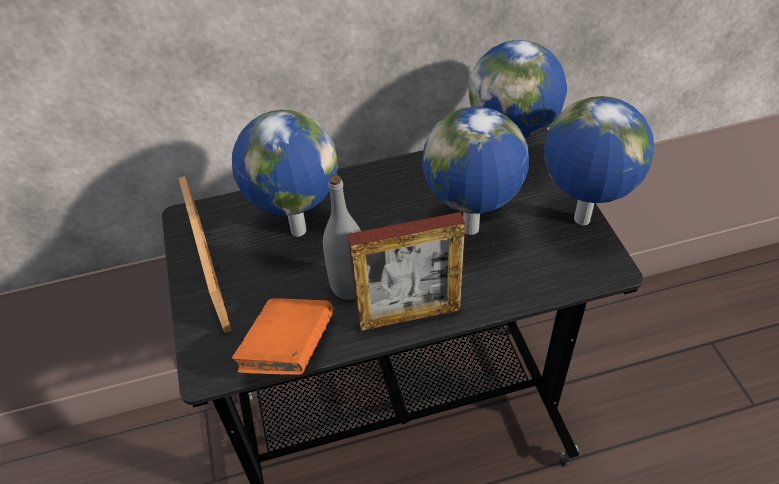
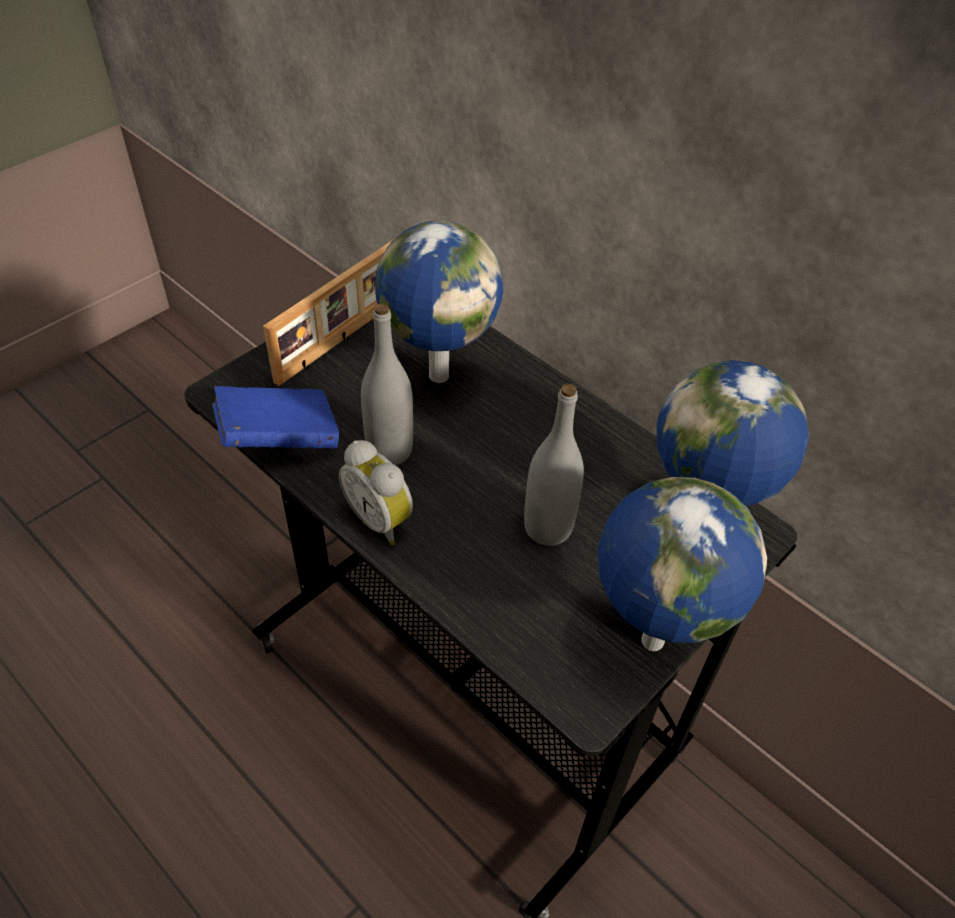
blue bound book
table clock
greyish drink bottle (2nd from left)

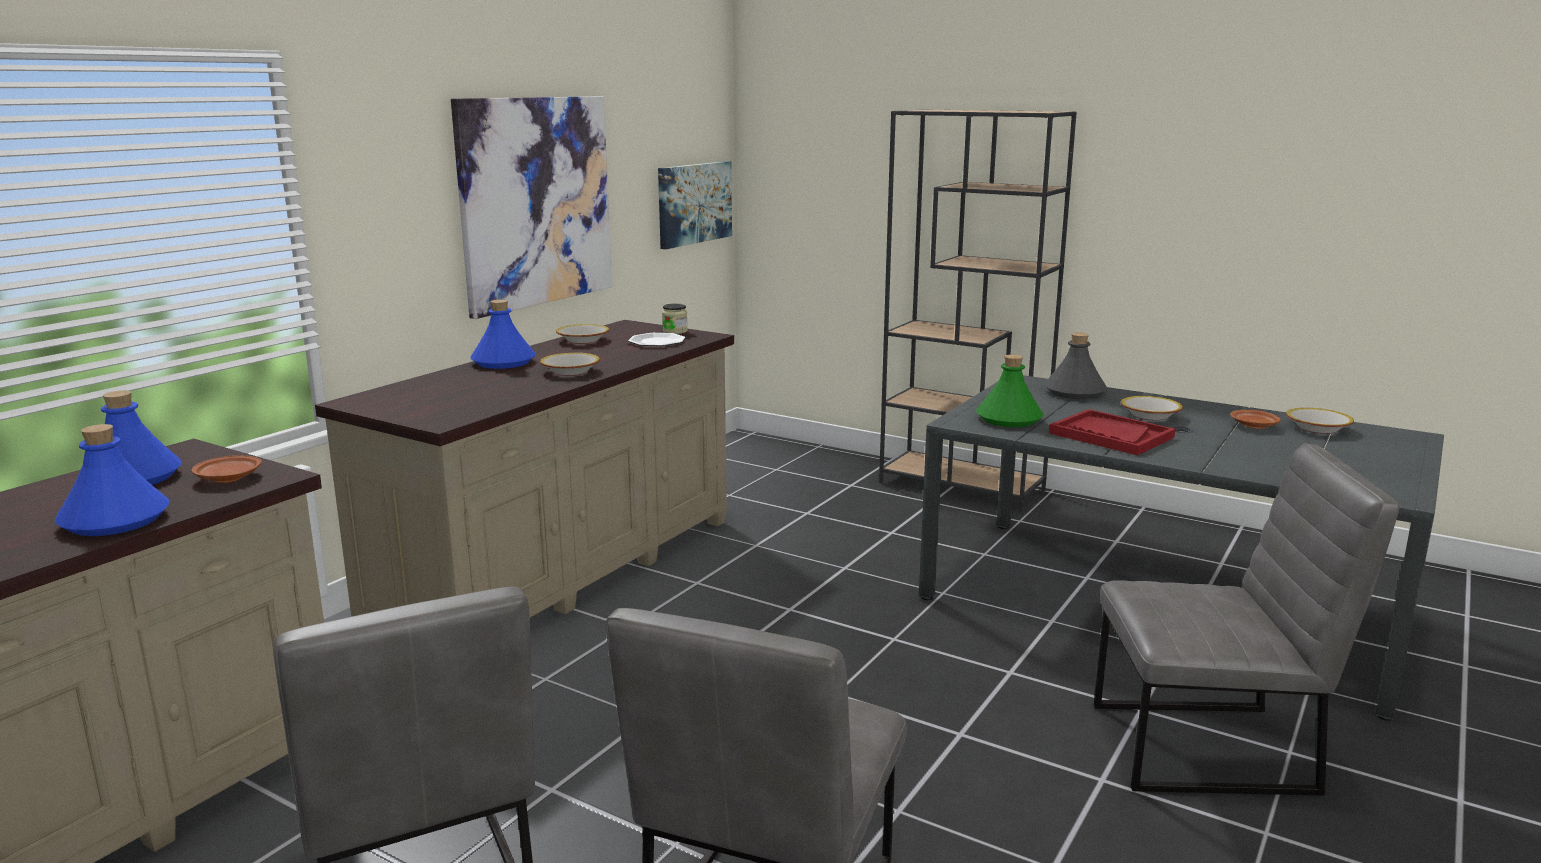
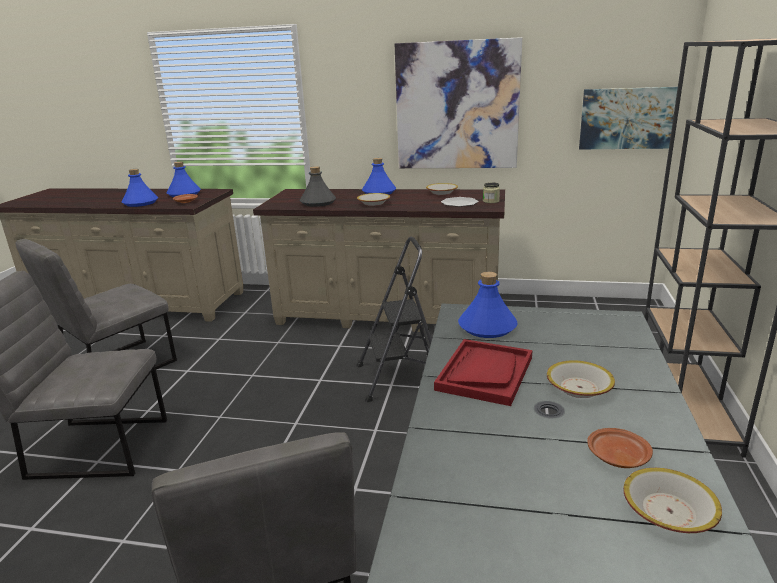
greyish drink bottle
blackish step stool
blue drink bottle (4th from left)

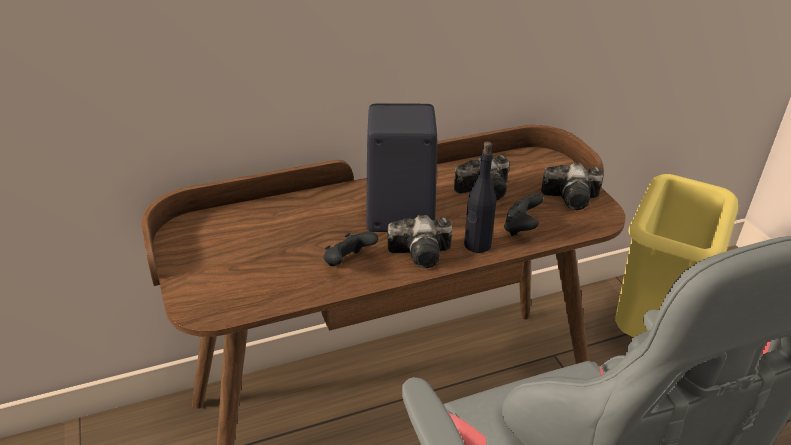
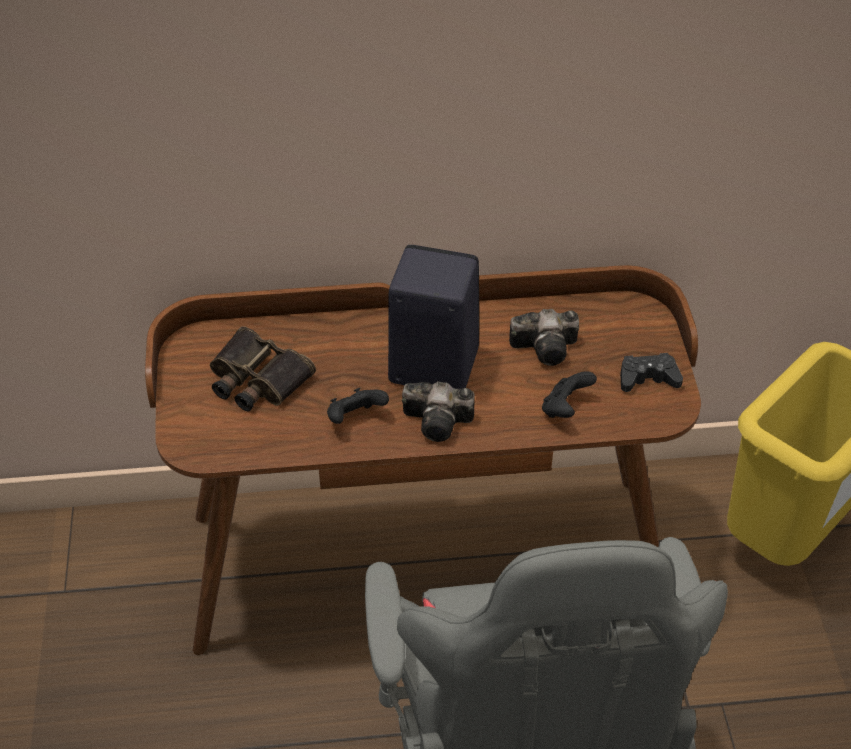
binoculars
blackish gamepad (3rd from left)
blackish drink bottle

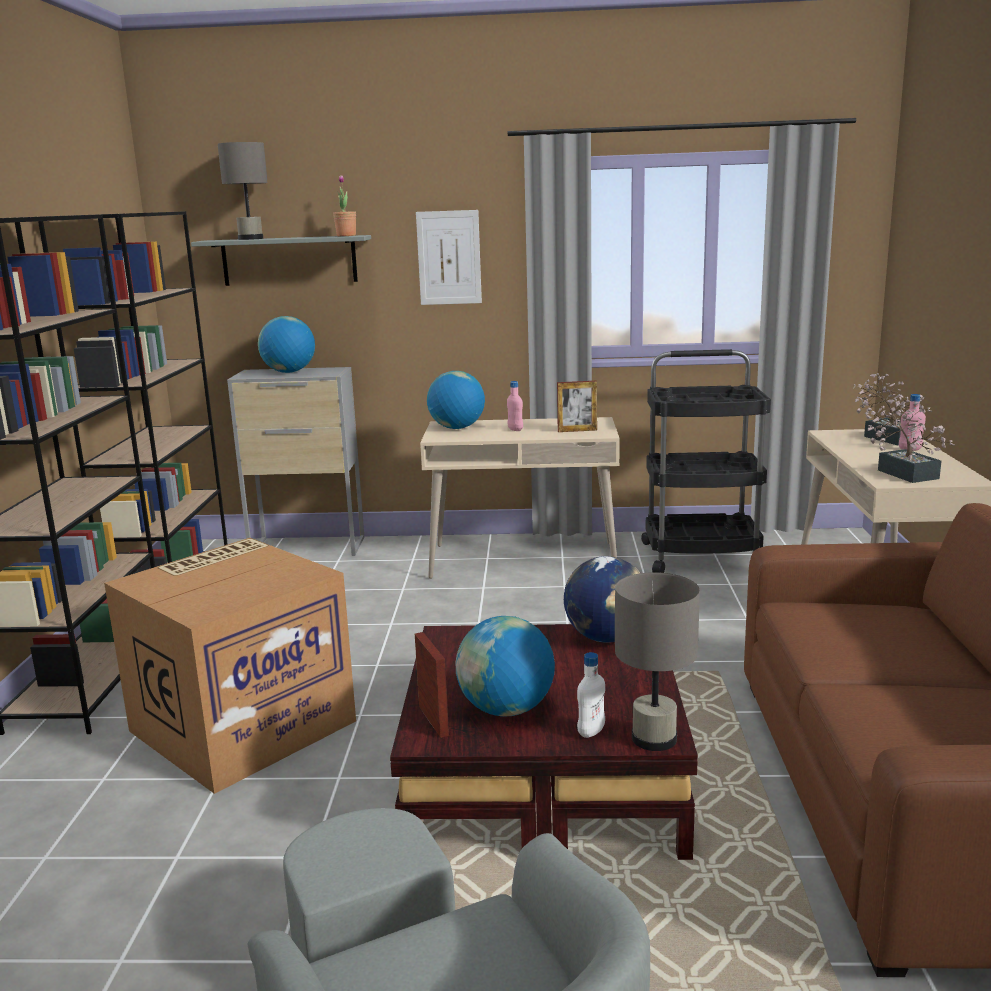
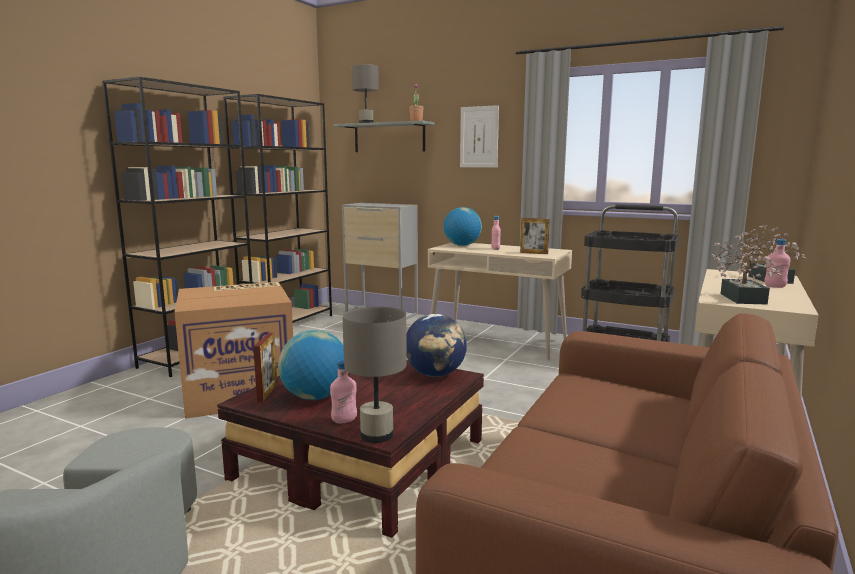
pinkish drink bottle (1st from left)
world globe (1st from left in the first image)

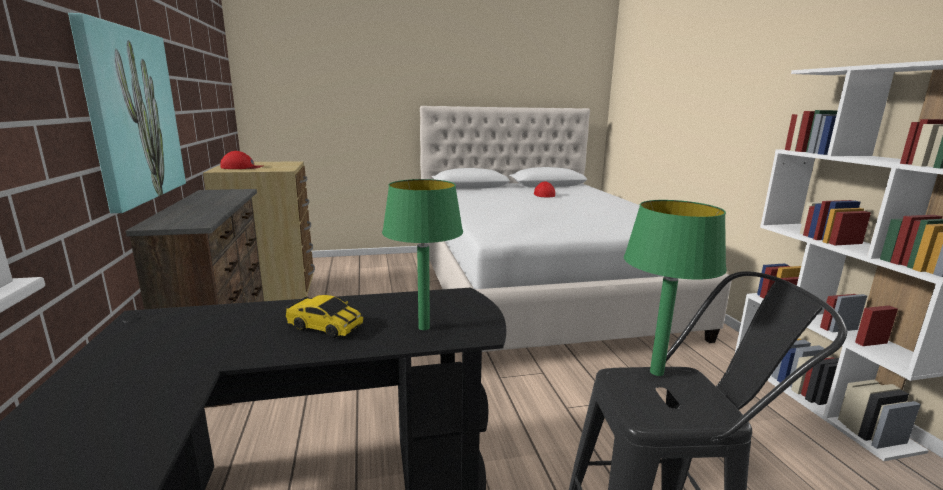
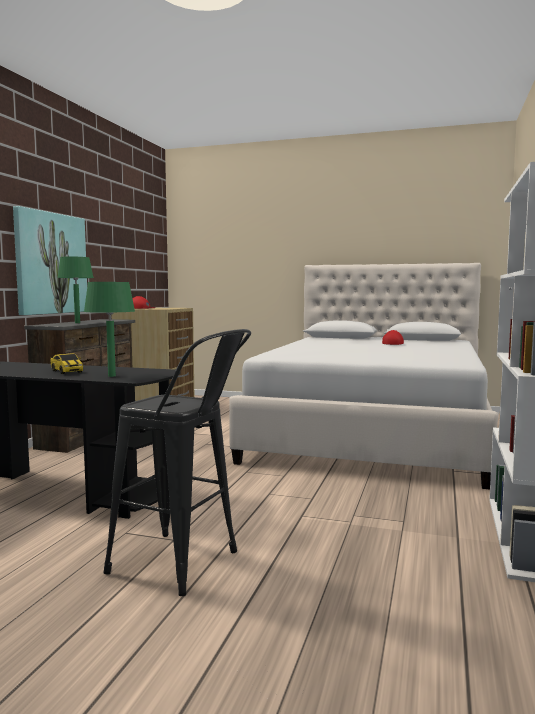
greenish lamp for a table (1st from left)

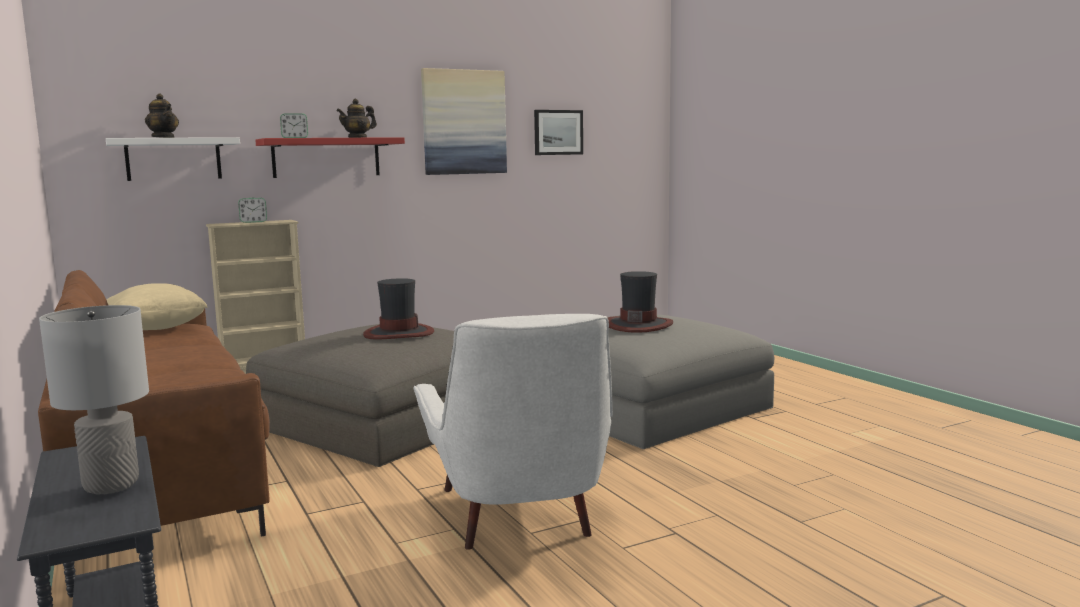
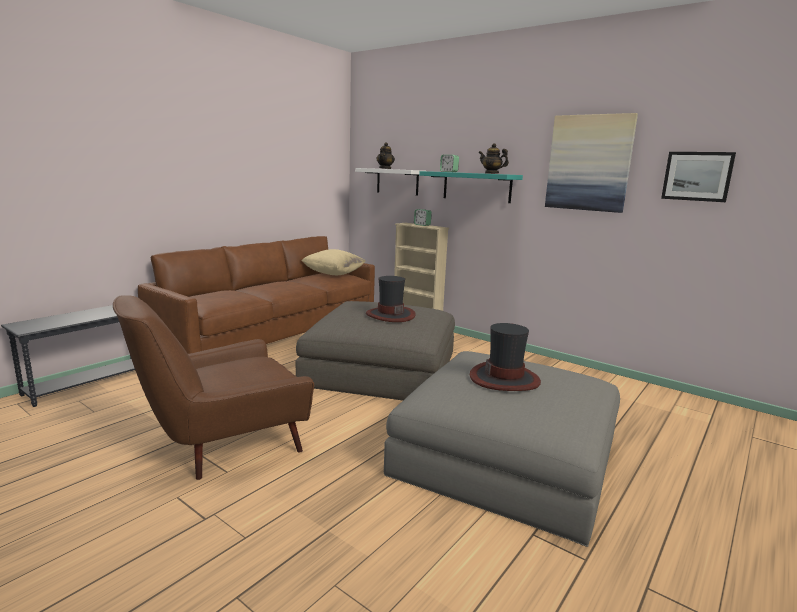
brown armchair
blue-green shelf
greyish lamp for a table

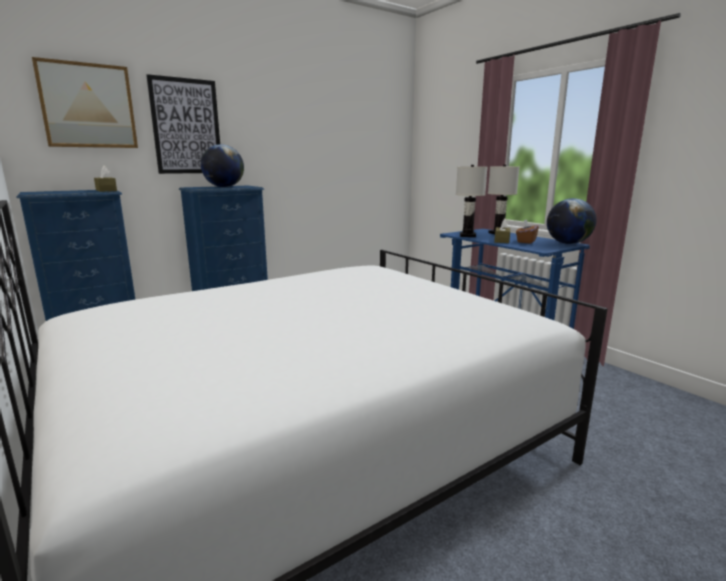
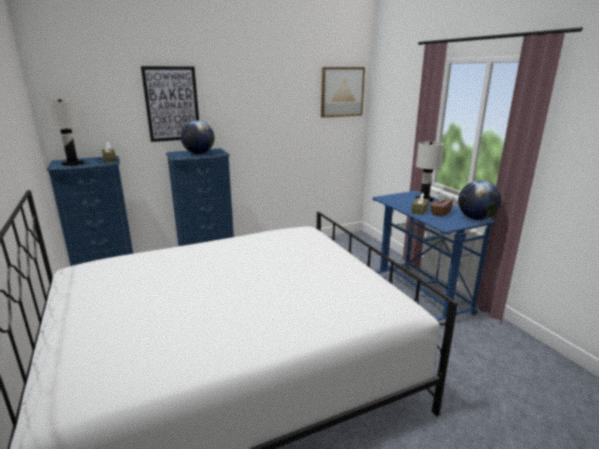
white lamp for a table (1st from left)
picture (2nd from left)

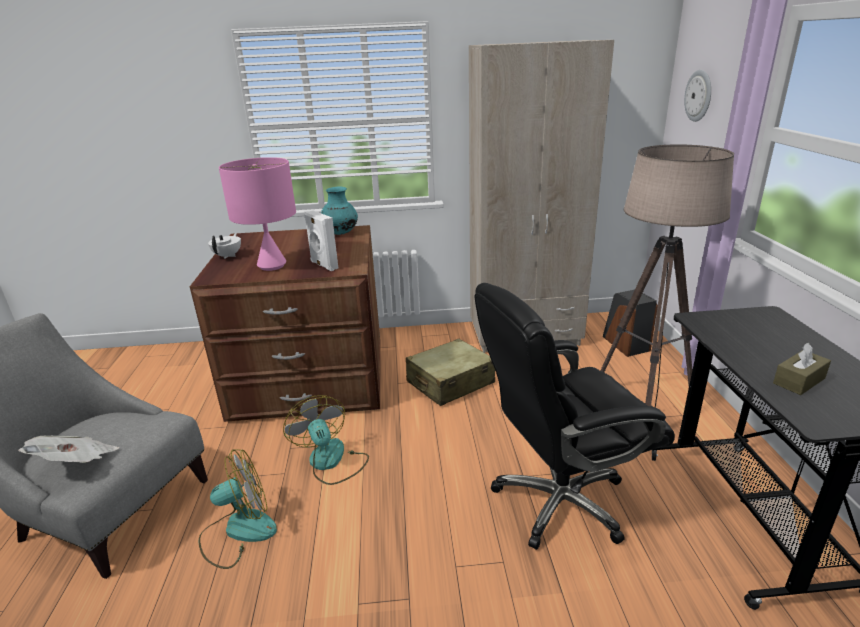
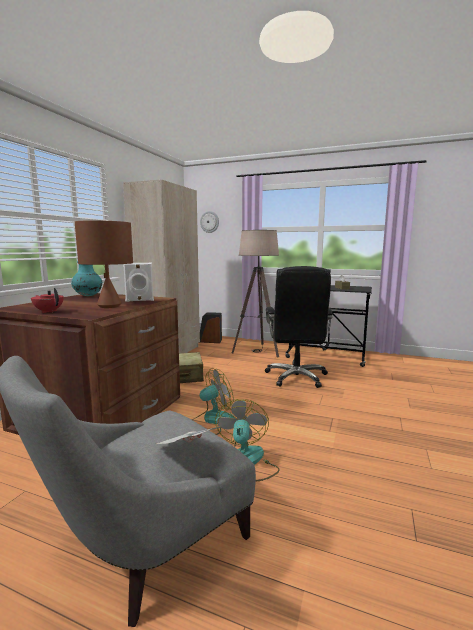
red tea pot
brown lamp for a table
cooling fan (1st from left)

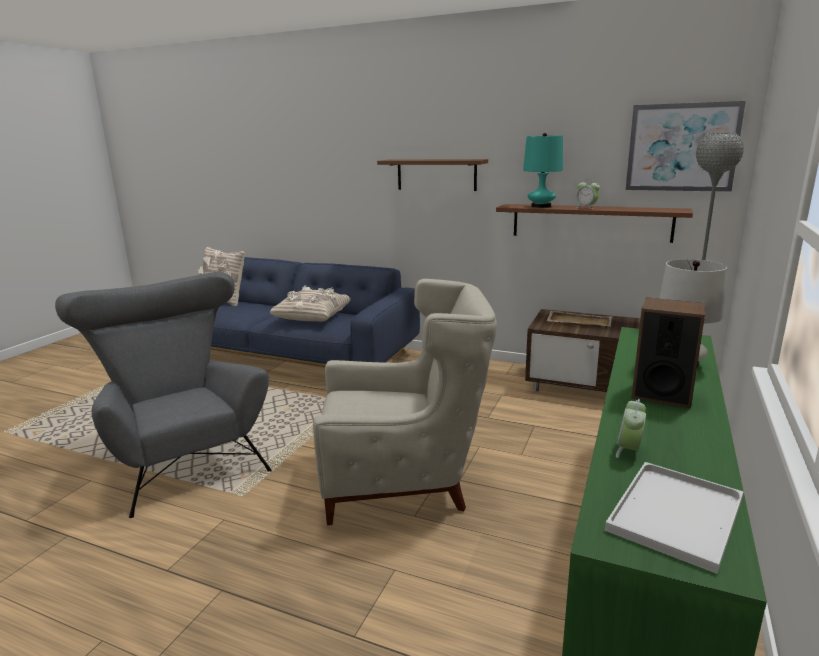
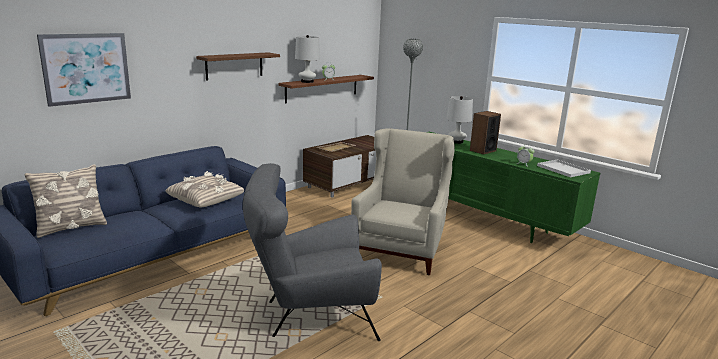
picture
white lamp for a table (1st from left)

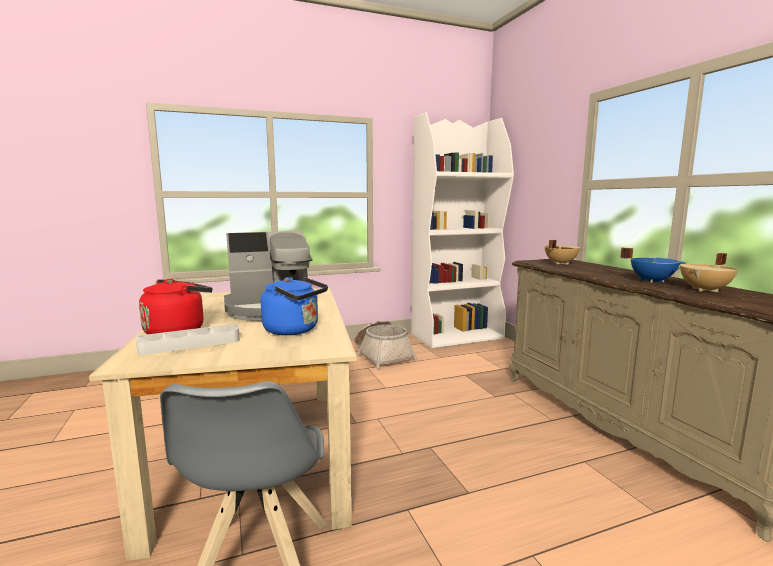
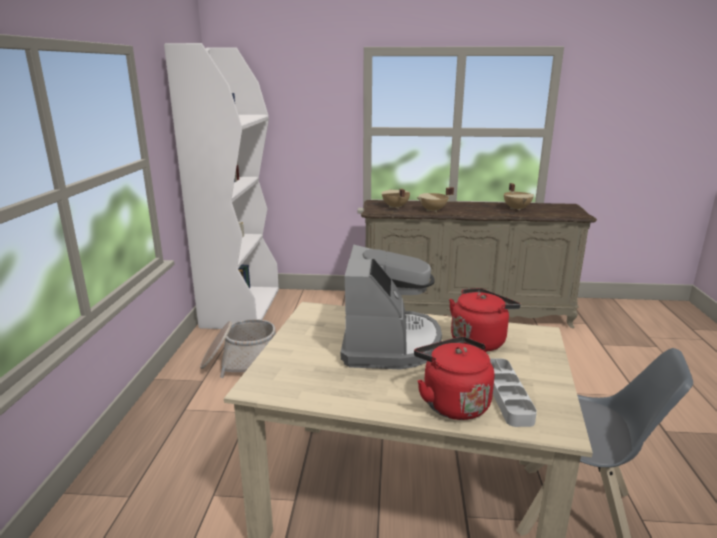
beige saucepot (2nd from left)
red water kettle (2nd from left)
blue saucepot

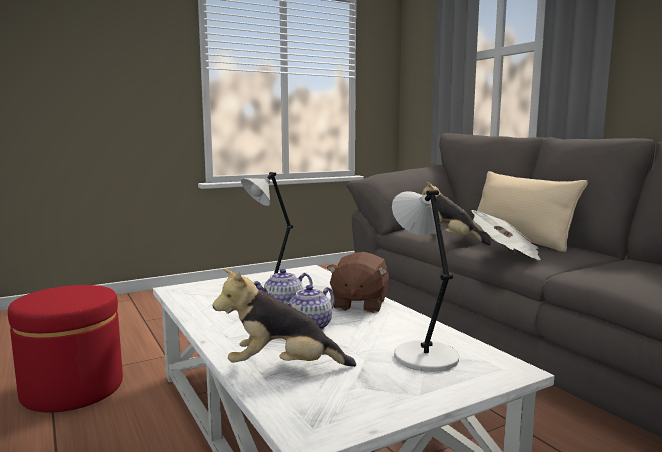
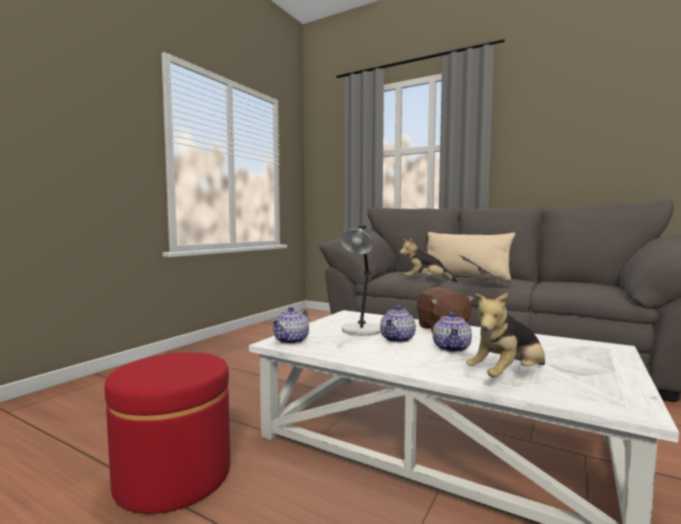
tea pot (1st from left)
greyish lamp for a table (2nd from left in the first image)

